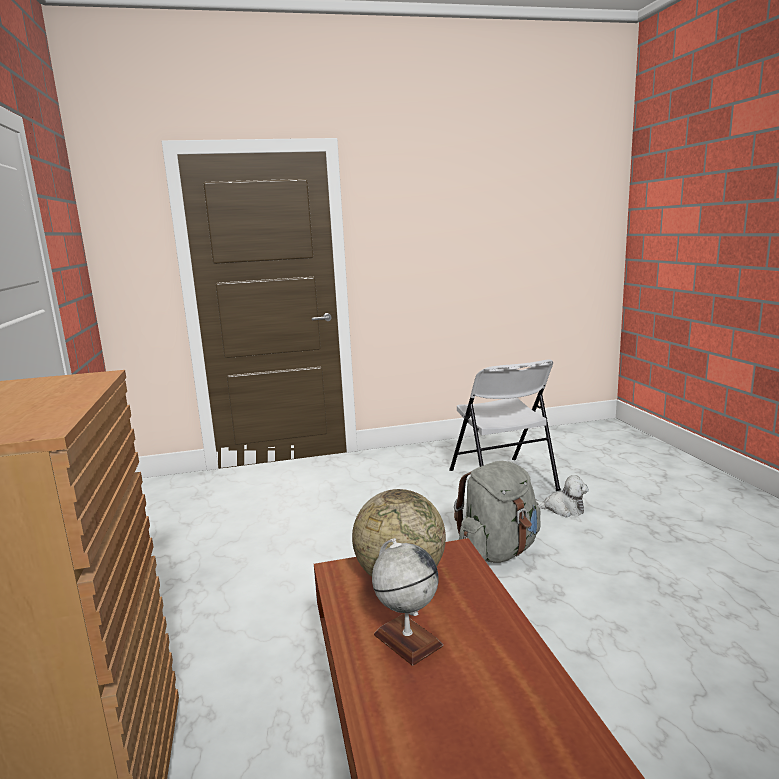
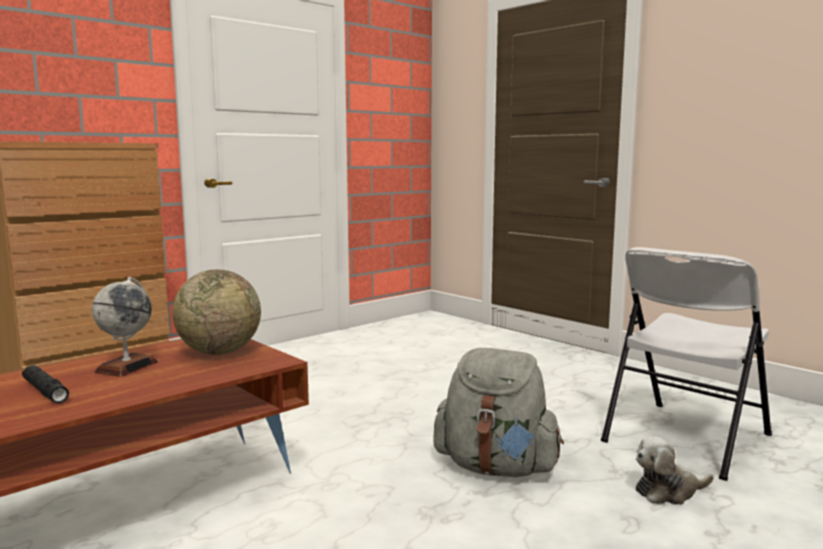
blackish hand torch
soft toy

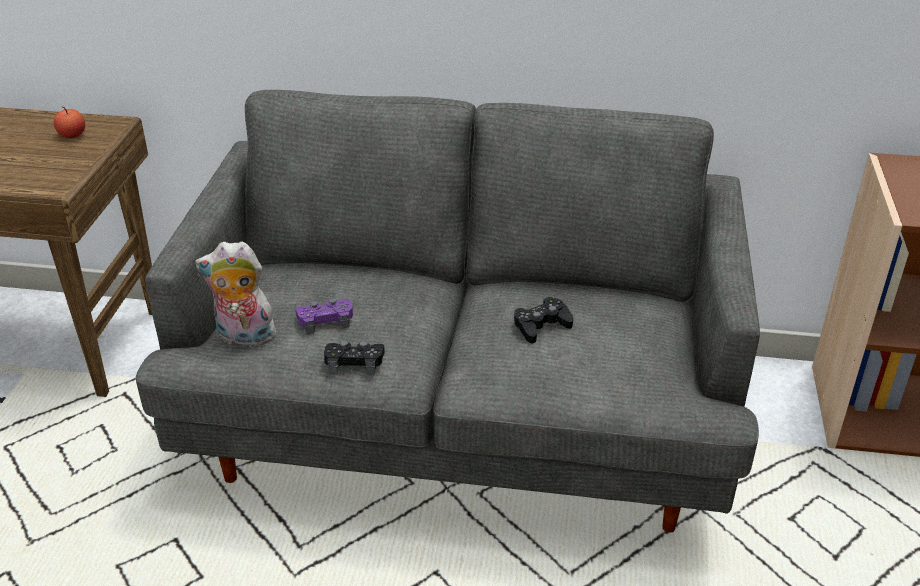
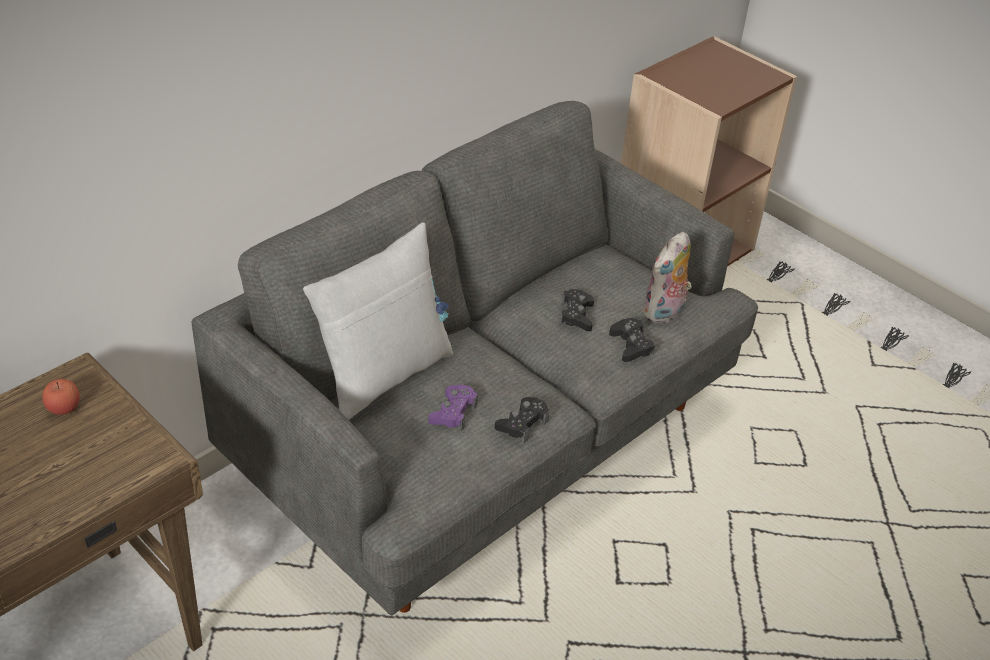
greyish pillow
blackish gamepad (3rd from left)
soft toy

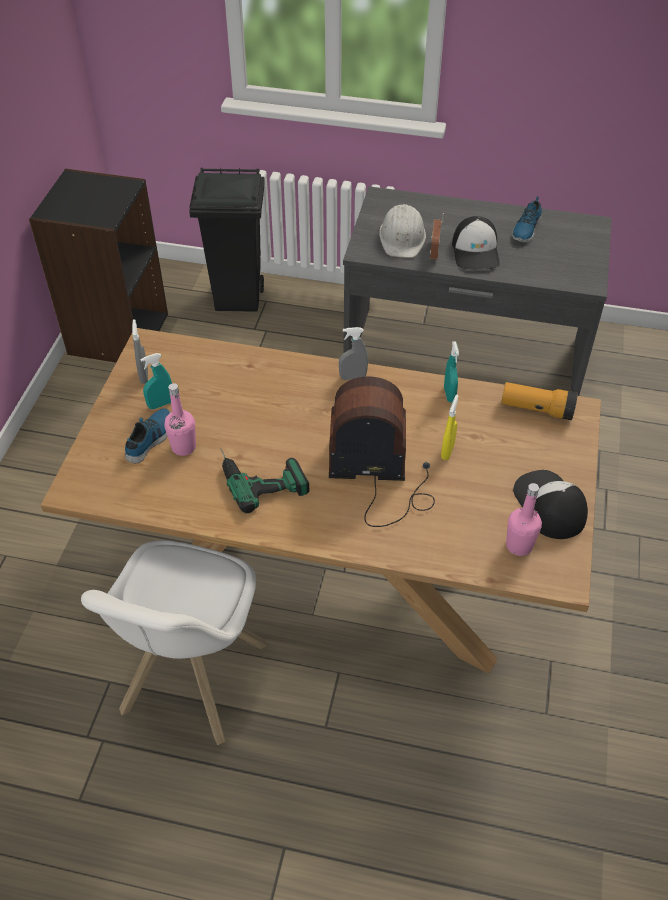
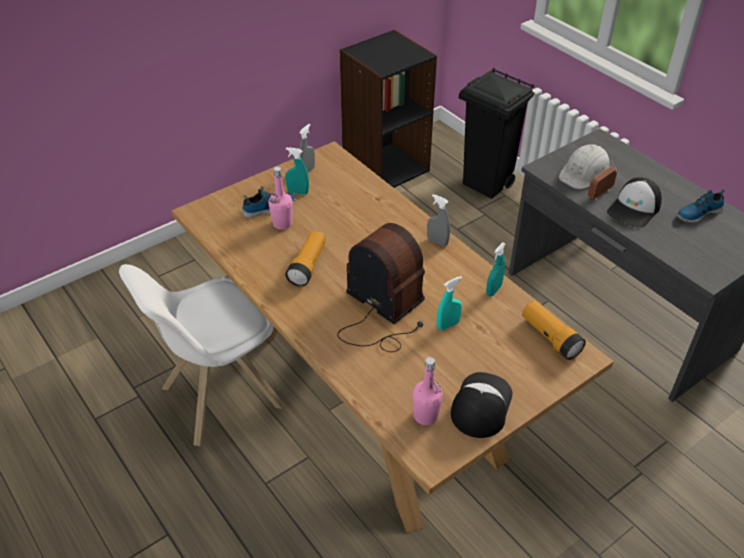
hand torch (1st from left)
blue-green hand sprayer (2nd from left)

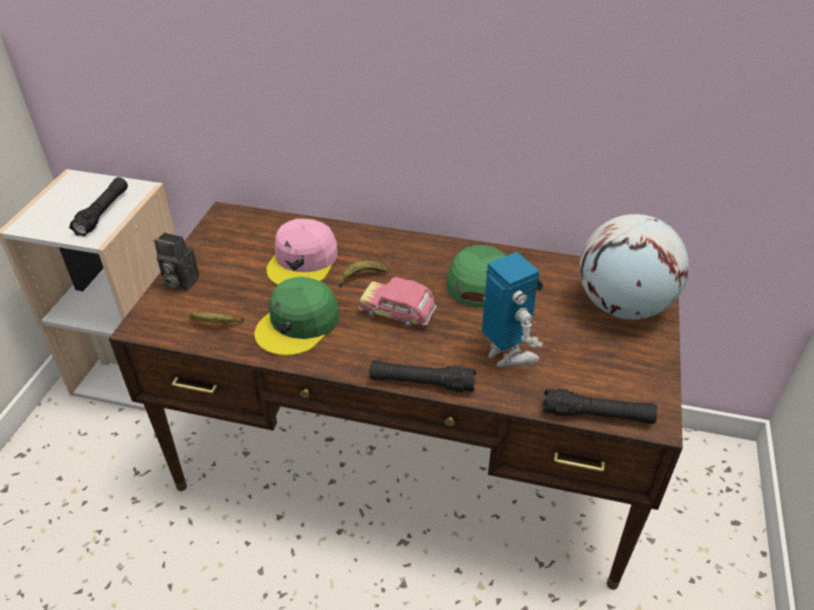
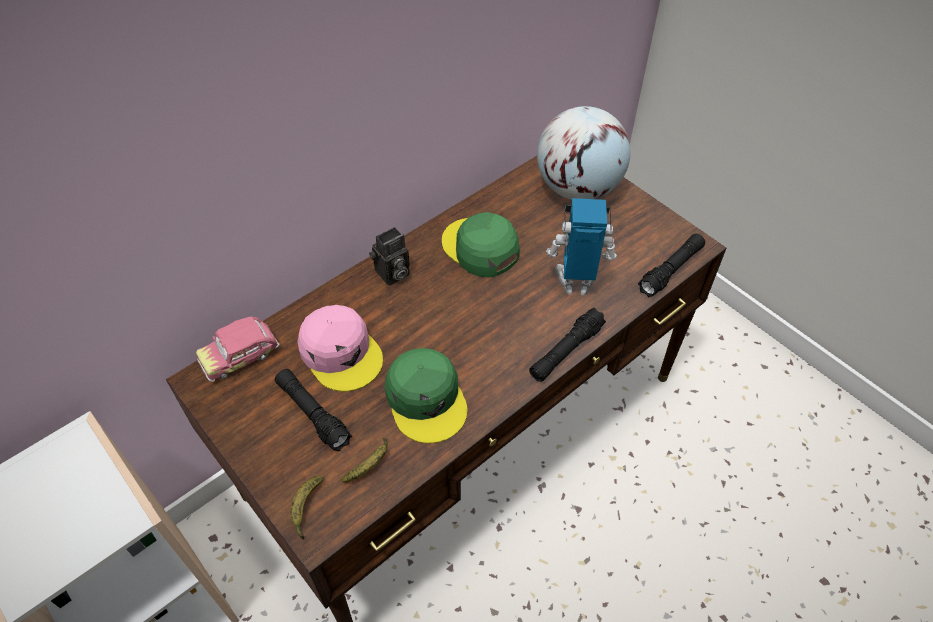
miniature car
blackish hand torch (1st from left)
banana (1st from left)
still camera

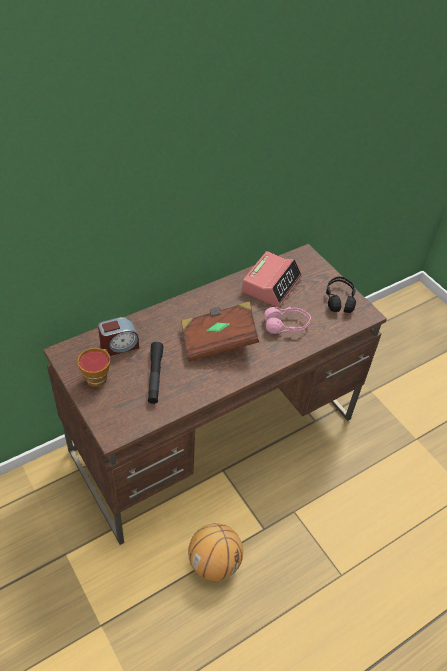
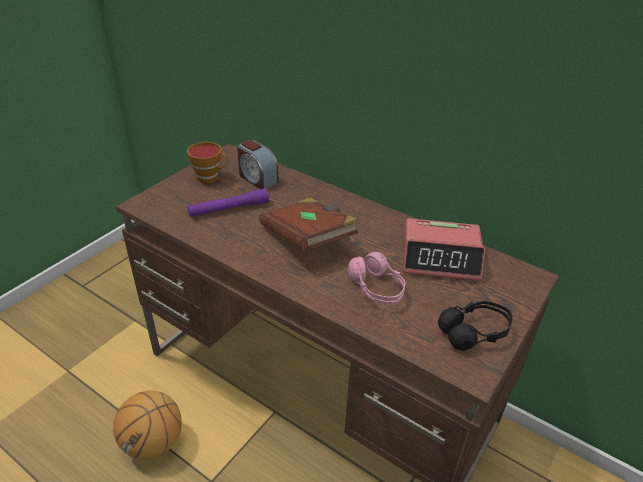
purplish hand torch

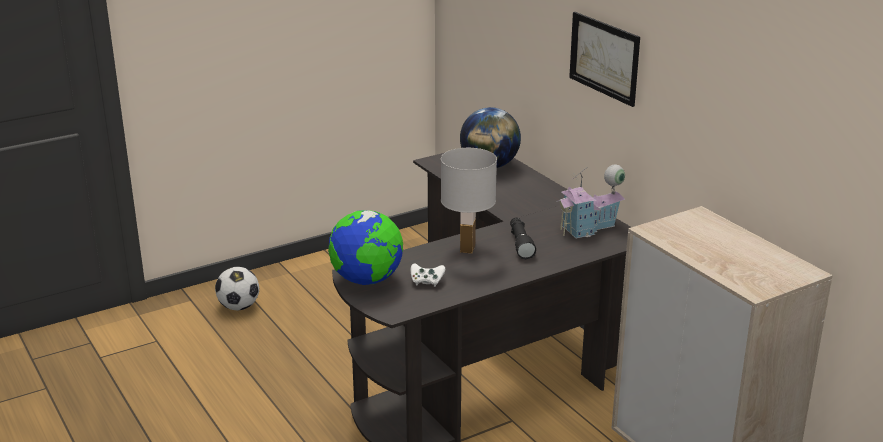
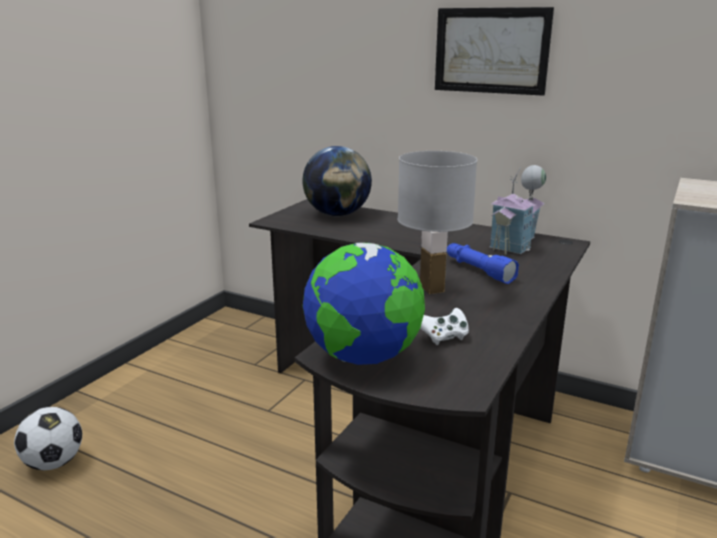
blue hand torch

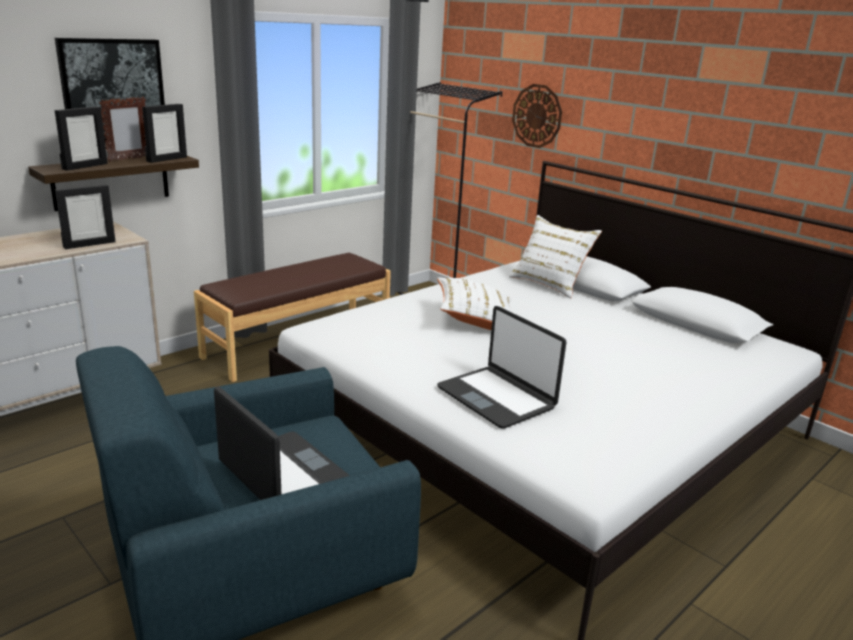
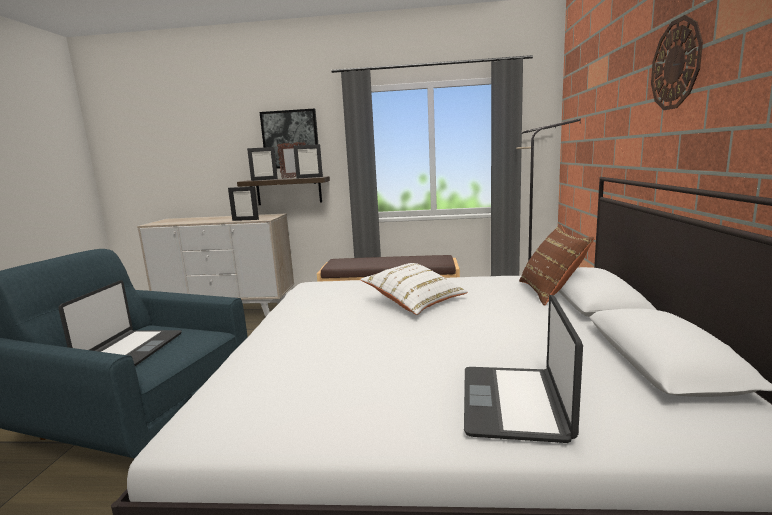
notebook computer (2nd from left)
brown pillow
wall clock

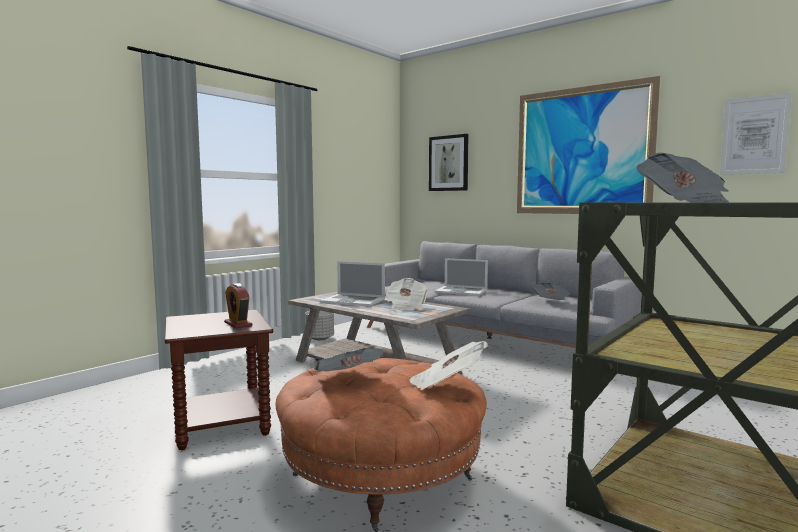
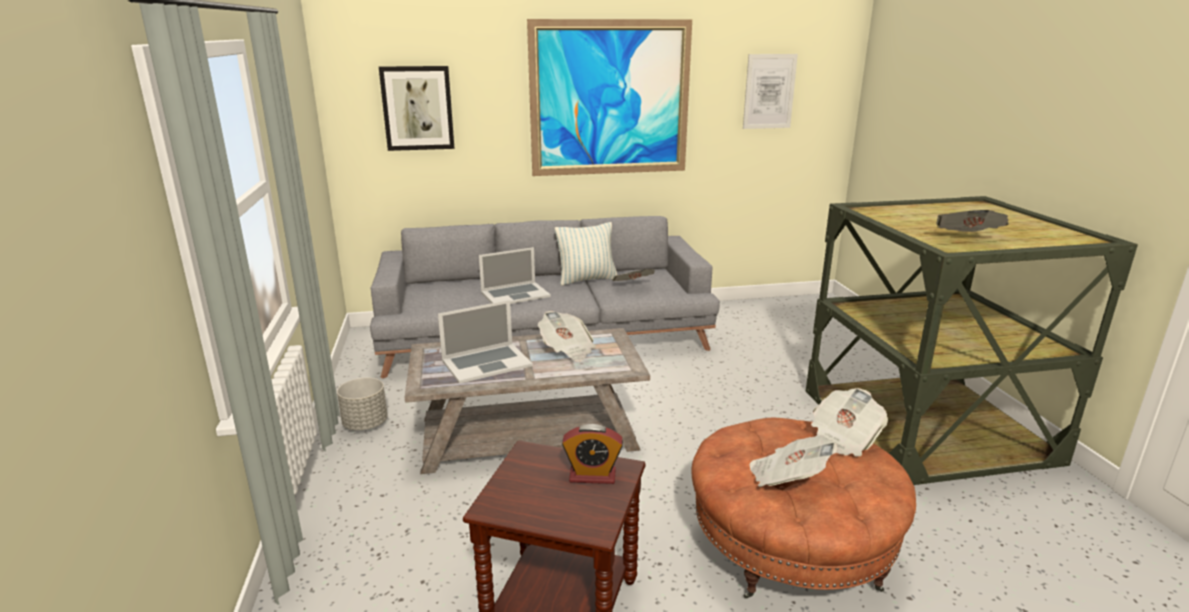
pillow

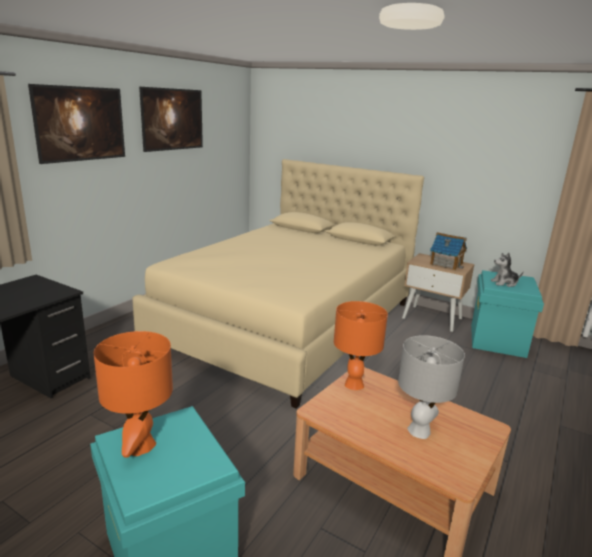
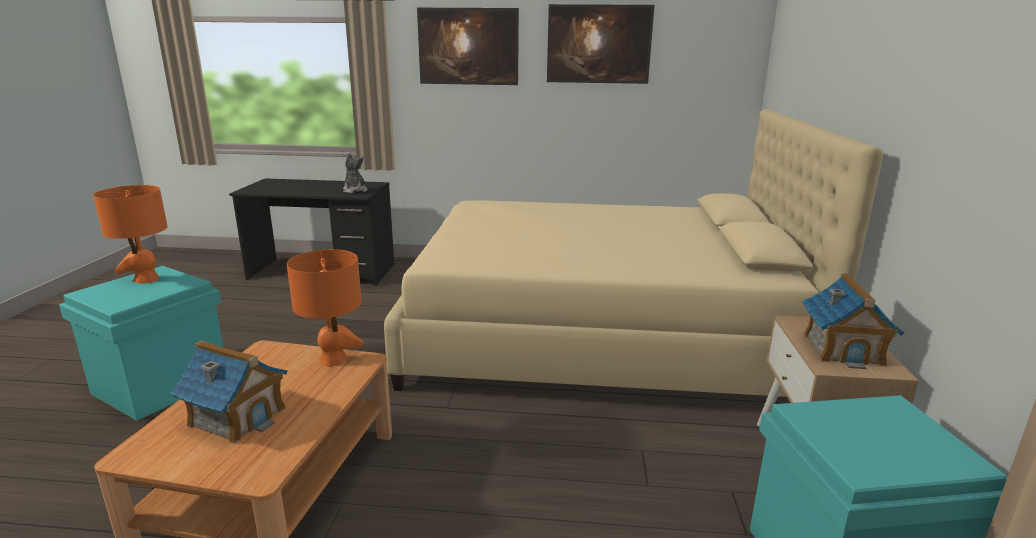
miniature house (1st from left)
soft toy

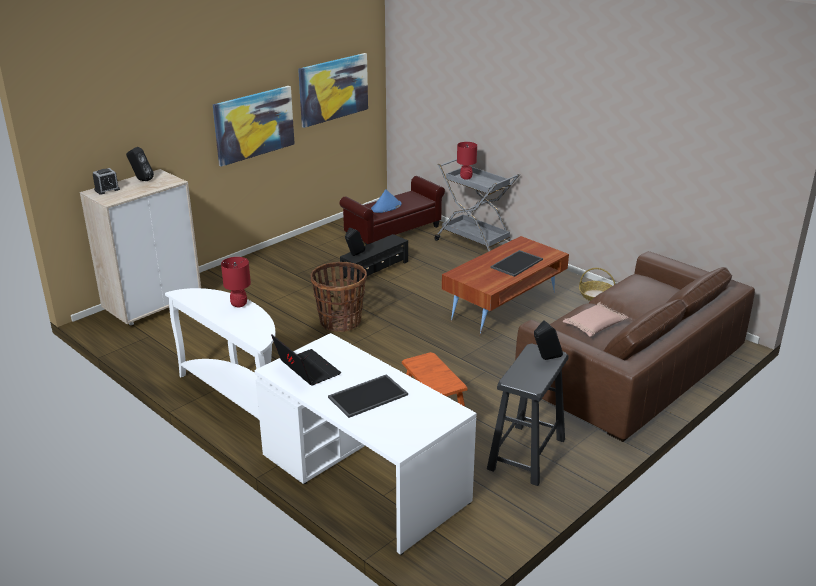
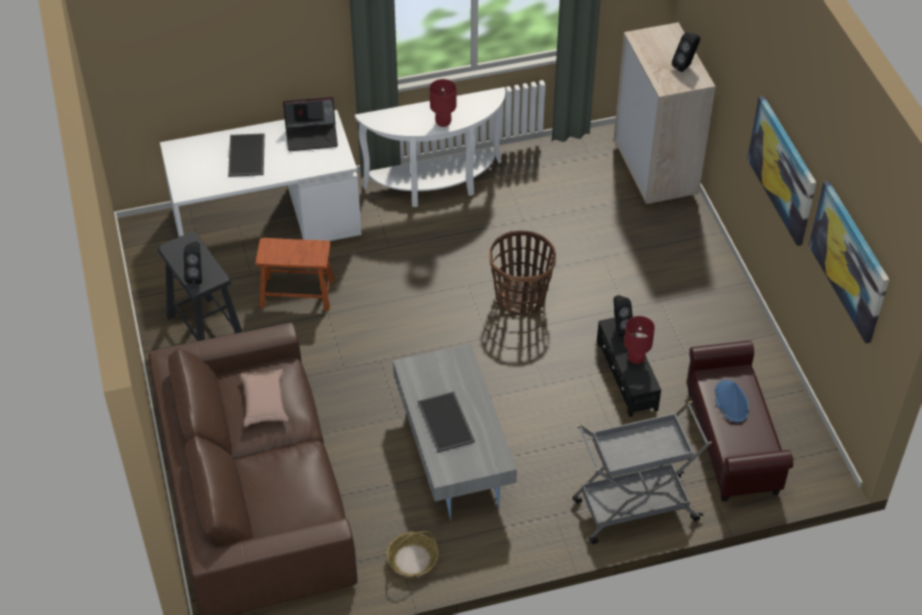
greyish coffee table
red lamp for a table (2nd from left)
table clock

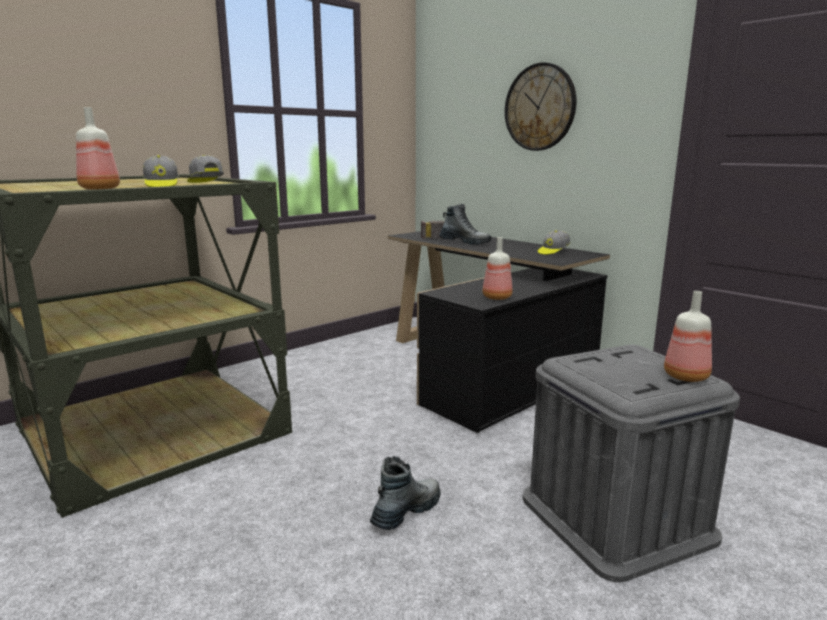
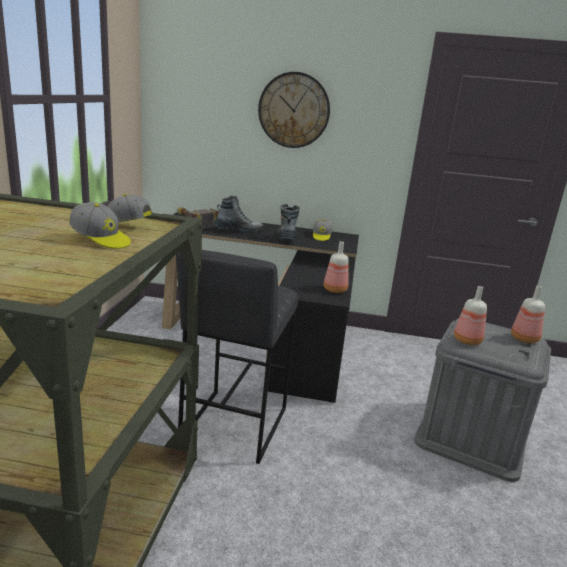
greyish stool
high-top boot (2nd from left)
drink bottle (2nd from left)

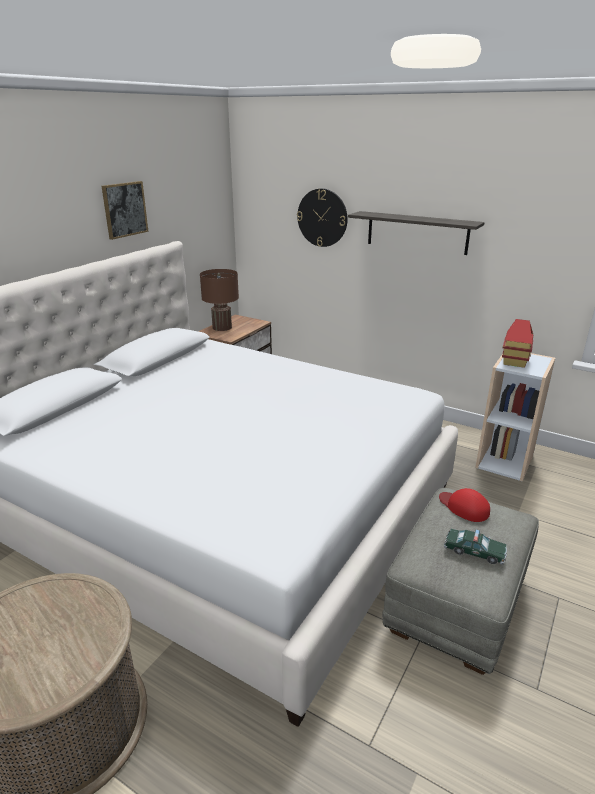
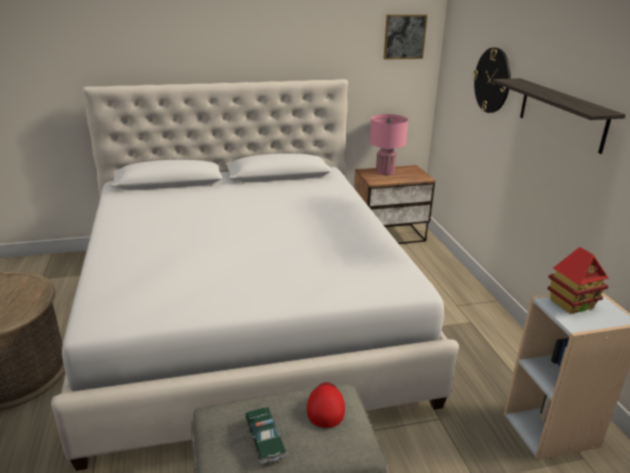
pinkish lamp for a table
picture

